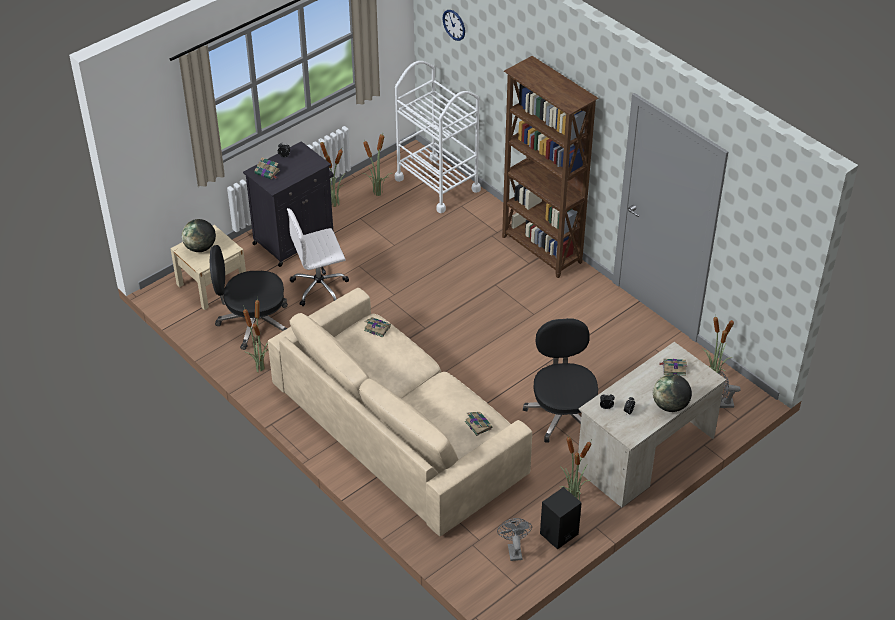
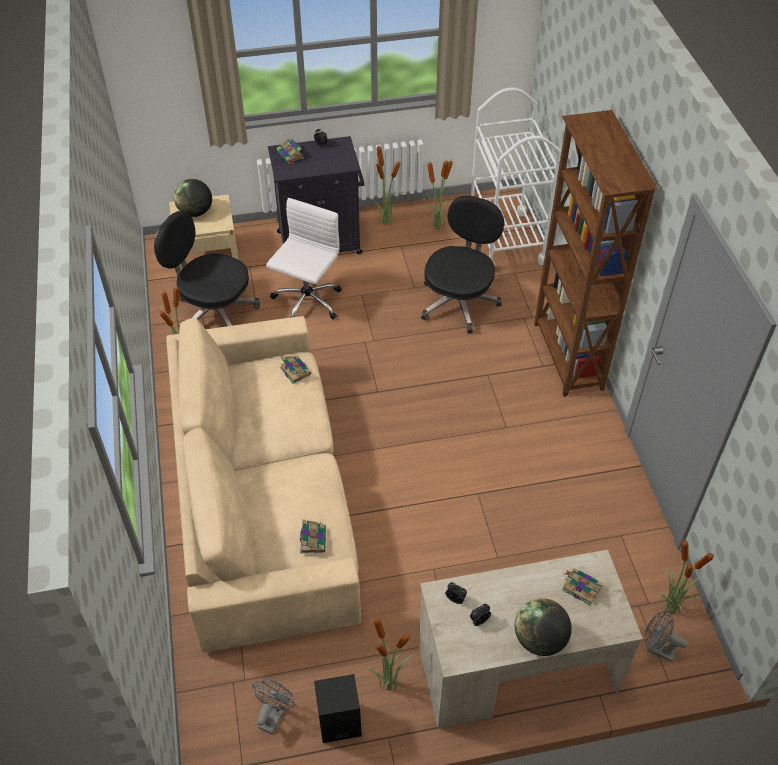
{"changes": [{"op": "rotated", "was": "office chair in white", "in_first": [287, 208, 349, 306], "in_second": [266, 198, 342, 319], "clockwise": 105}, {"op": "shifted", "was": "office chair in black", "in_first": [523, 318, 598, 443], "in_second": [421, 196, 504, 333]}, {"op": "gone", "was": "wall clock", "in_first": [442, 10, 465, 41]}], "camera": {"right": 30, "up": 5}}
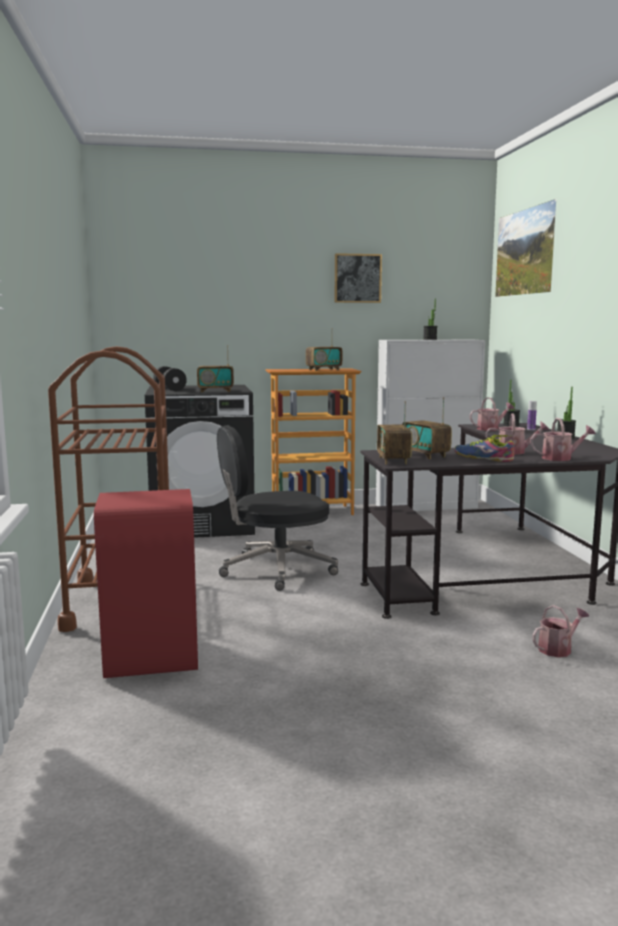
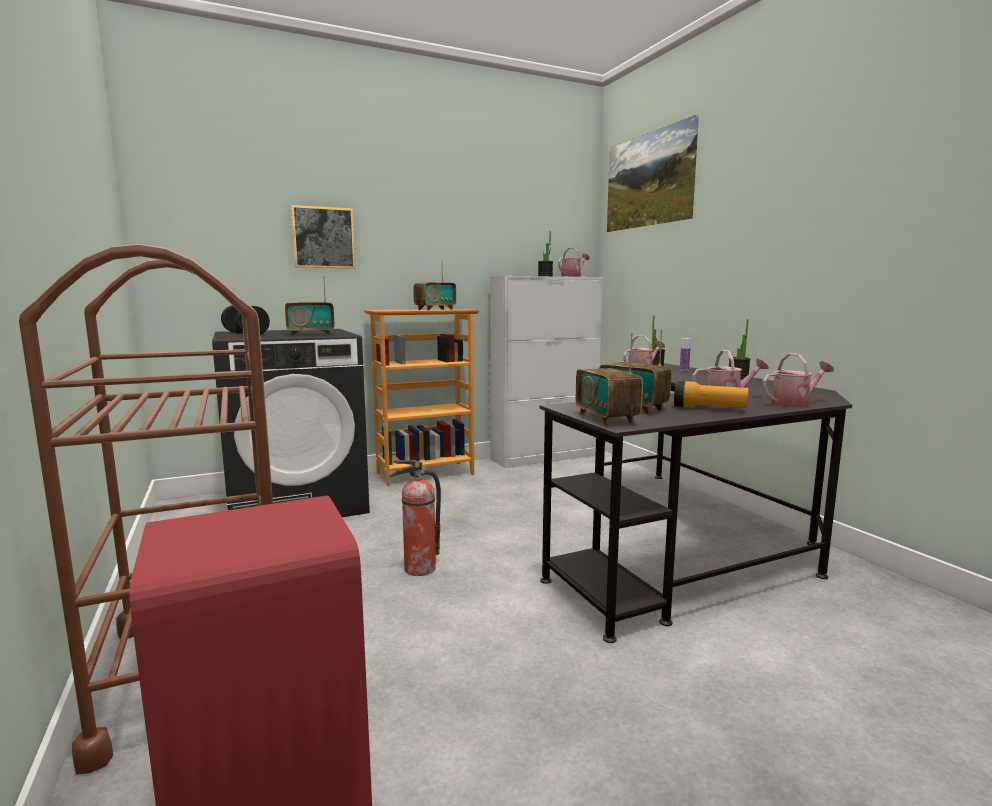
{"changes": [{"op": "shifted", "was": "picture", "in_first": [335, 253, 382, 303], "in_second": [291, 205, 356, 269]}, {"op": "swapped", "was": "office chair in black", "now": "fire extinguisher", "in_first": [217, 425, 338, 591], "in_second": [390, 460, 441, 576]}, {"op": "shifted", "was": "watering can", "in_first": [532, 605, 589, 657], "in_second": [558, 247, 590, 277]}, {"op": "swapped", "was": "shoe", "now": "flashlight", "in_first": [454, 435, 515, 462], "in_second": [674, 381, 749, 408]}], "camera": {"right": -15, "up": 0}}
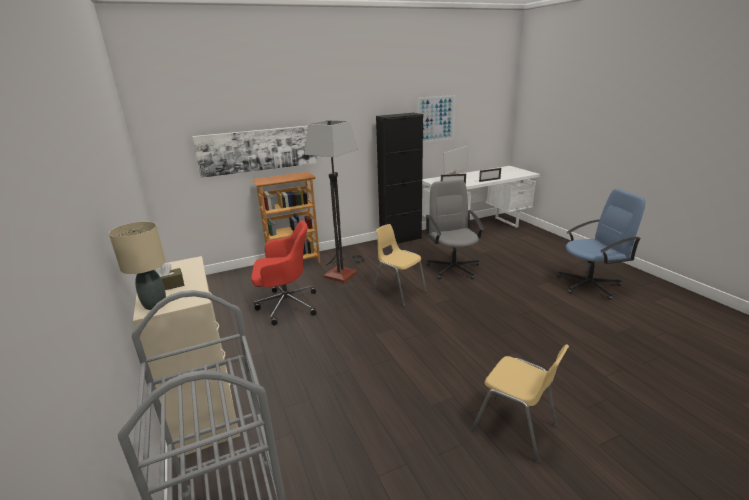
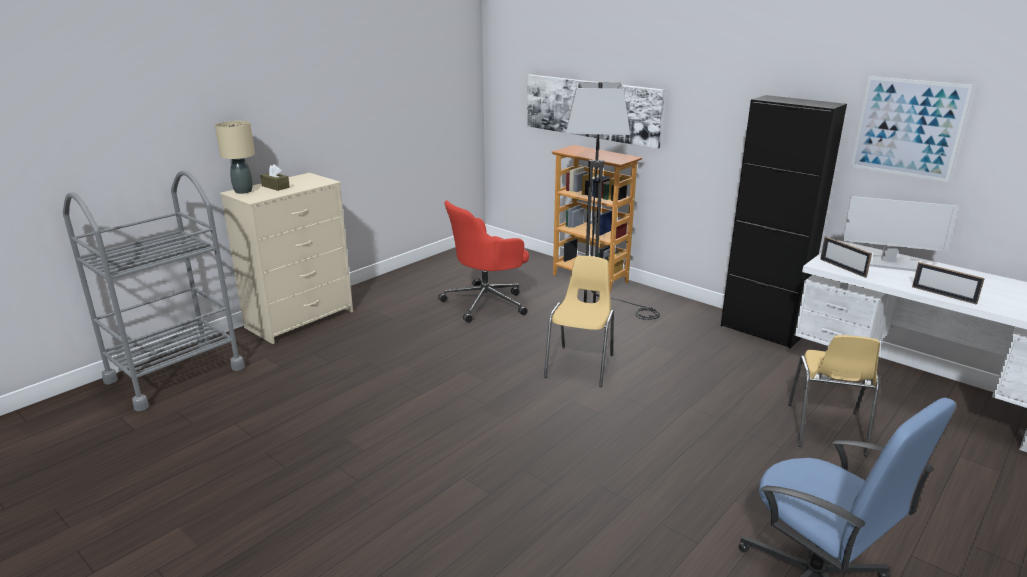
{"changes": [{"op": "rotated", "was": "office chair in red", "in_first": [251, 220, 316, 325], "in_second": [438, 201, 529, 323], "clockwise": 90}, {"op": "shifted", "was": "chair in yellow", "in_first": [471, 344, 569, 463], "in_second": [788, 335, 880, 457]}, {"op": "gone", "was": "office chair in grey", "in_first": [425, 179, 485, 279]}], "camera": {"right": 65, "up": 0}}
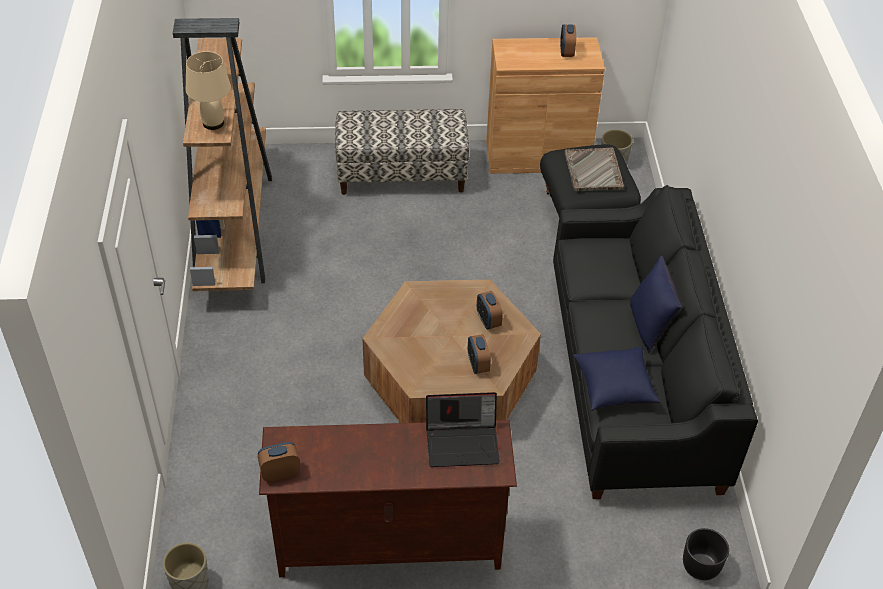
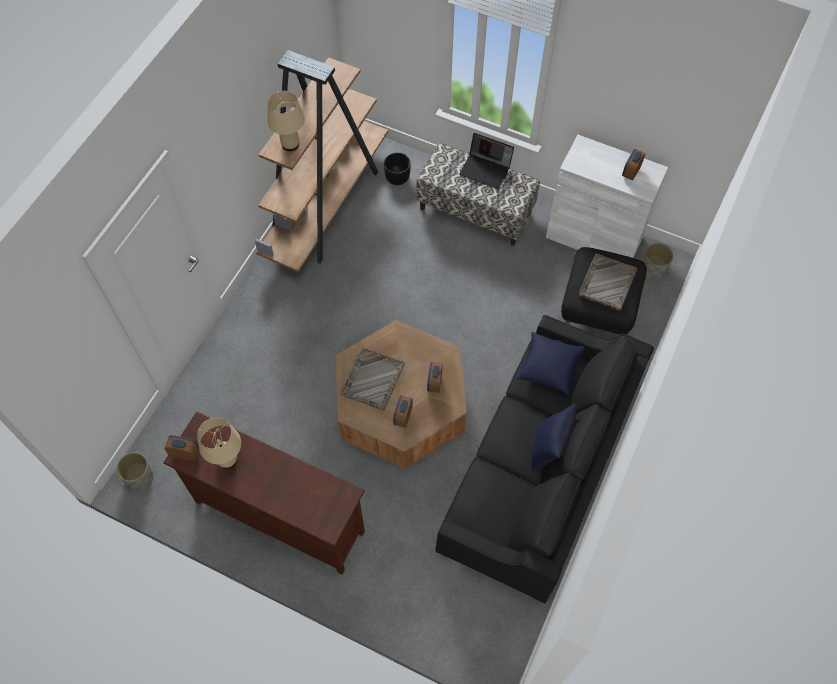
{"changes": [{"op": "new", "now": "table lamp in beige", "in_second": [197, 417, 241, 469]}, {"op": "new", "now": "tray in grey", "in_second": [341, 347, 405, 410]}, {"op": "shifted", "was": "planter in black", "in_first": [683, 528, 729, 580], "in_second": [384, 152, 411, 185]}, {"op": "shifted", "was": "laptop", "in_first": [426, 392, 500, 467], "in_second": [459, 133, 514, 189]}, {"op": "shifted", "was": "pillow in blue", "in_first": [574, 346, 660, 411], "in_second": [516, 331, 586, 395]}, {"op": "repainted", "was": "cabinet in brown", "now": "cabinet in white", "in_first": [486, 37, 605, 174], "in_second": [546, 135, 668, 258]}], "camera": {"right": 30, "up": 15}}
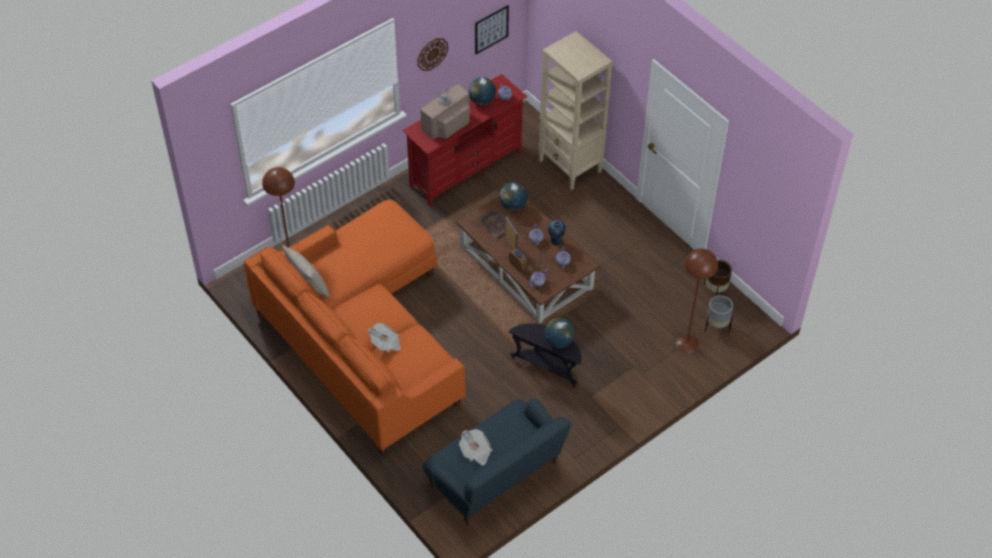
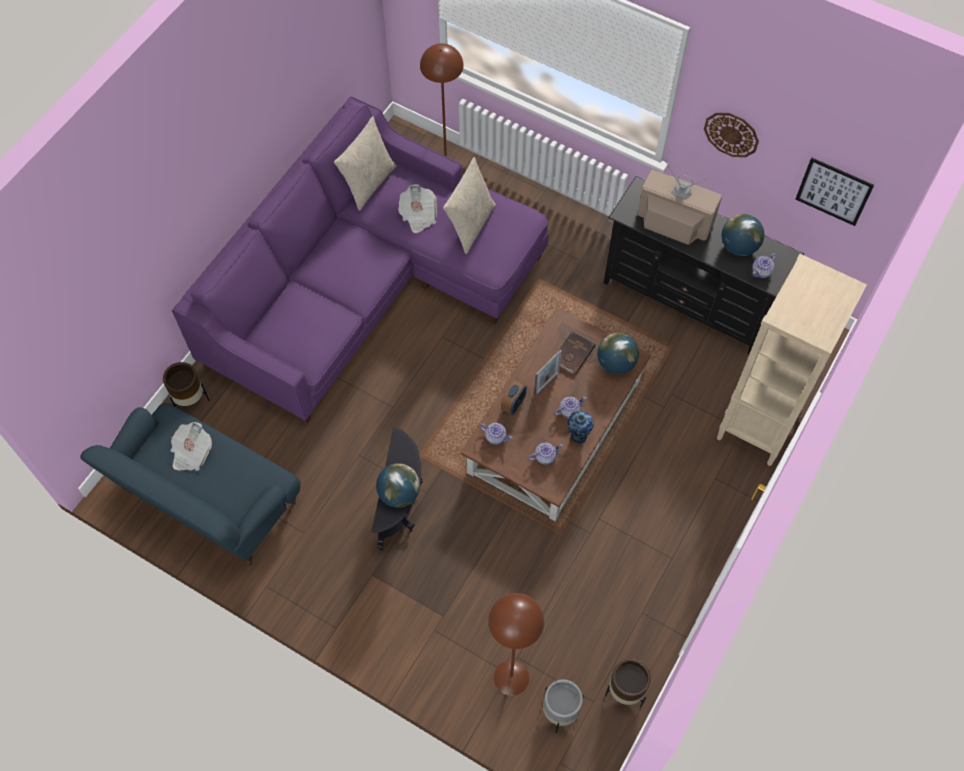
{"changes": [{"op": "new", "now": "planter in brown", "in_second": [163, 362, 209, 407]}, {"op": "repainted", "was": "sofa in orange", "now": "sofa in purple", "in_first": [243, 200, 466, 455], "in_second": [172, 97, 549, 423]}, {"op": "shifted", "was": "newspaper", "in_first": [368, 323, 401, 352], "in_second": [398, 184, 437, 233]}, {"op": "new", "now": "pillow in beige", "in_second": [443, 157, 496, 254]}, {"op": "repainted", "was": "tv stand in red", "now": "tv stand in black", "in_first": [402, 74, 527, 207], "in_second": [604, 176, 804, 354]}], "camera": {"right": 70, "up": 10}}
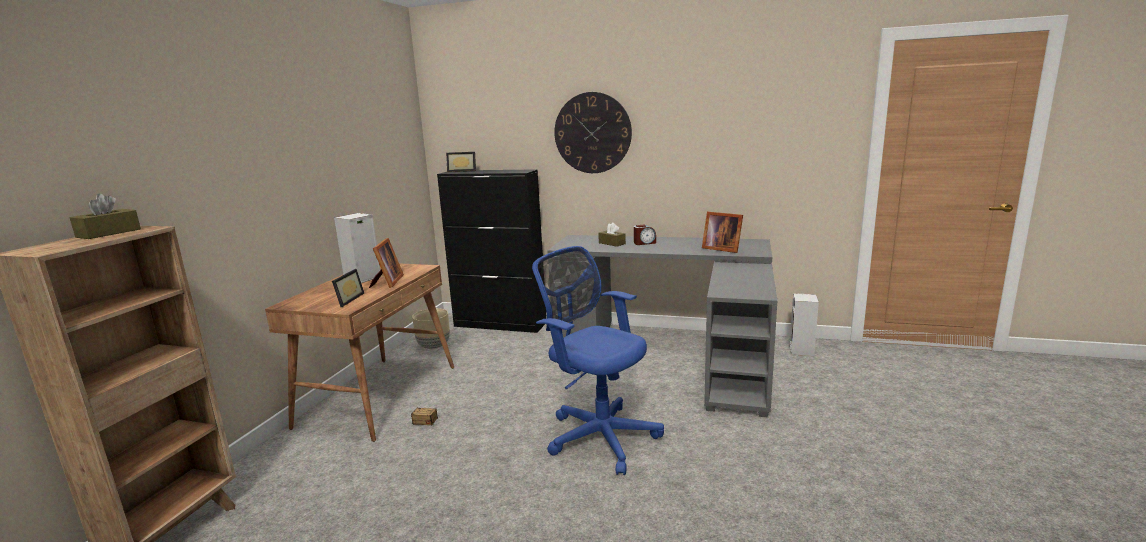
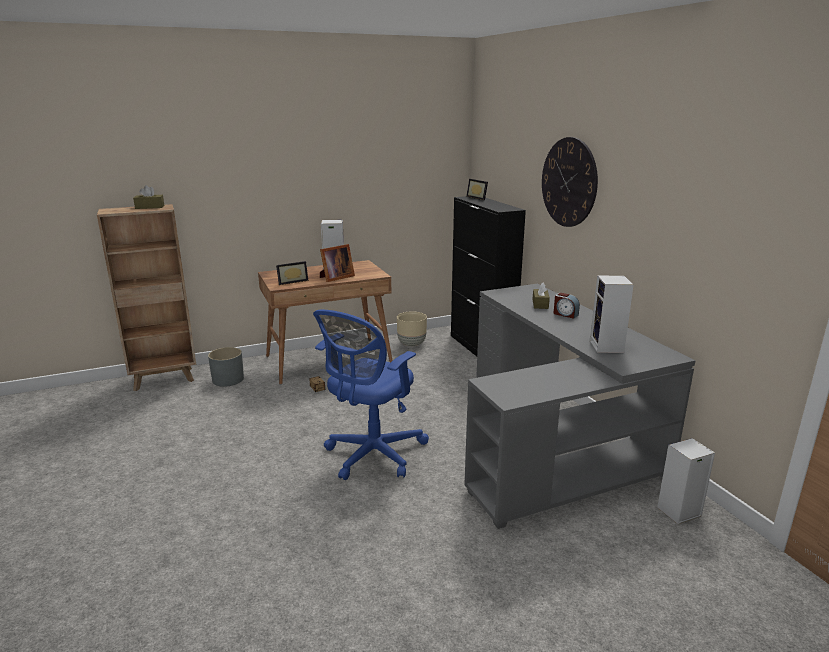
{"changes": [{"op": "new", "now": "planter in grey", "in_second": [208, 347, 244, 387]}, {"op": "rotated", "was": "office chair in blue", "in_first": [532, 246, 664, 475], "in_second": [313, 309, 429, 480], "clockwise": -150}, {"op": "swapped", "was": "picture frame", "now": "speaker", "in_first": [702, 212, 743, 253], "in_second": [590, 276, 634, 353]}], "camera": {"right": 50, "up": 5}}
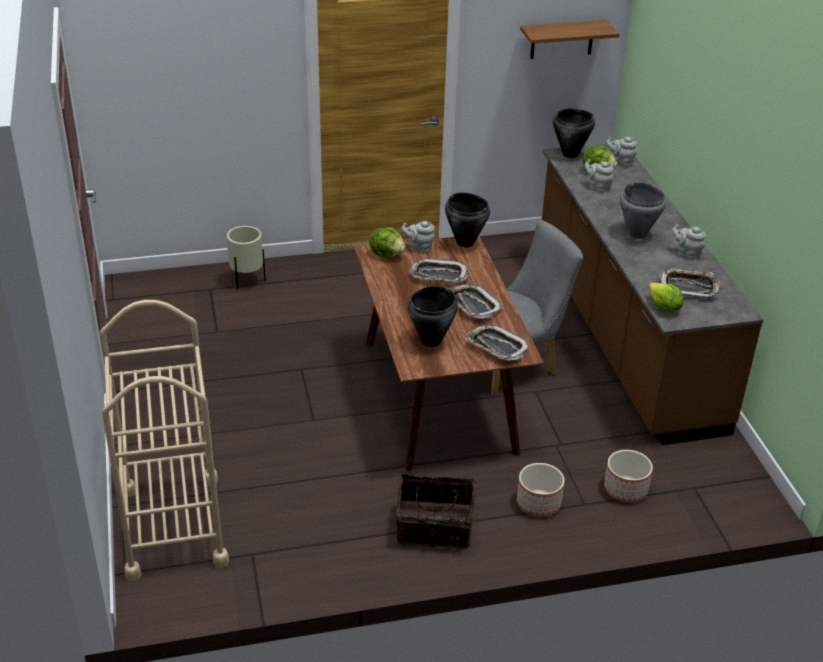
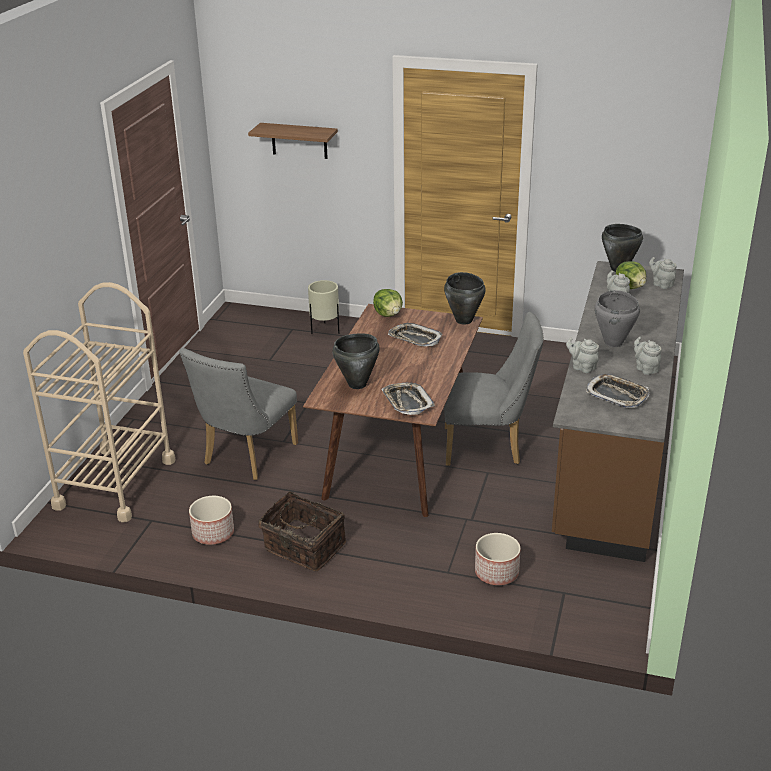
{"changes": [{"op": "new", "now": "chair in grey", "in_second": [180, 348, 298, 480]}, {"op": "shifted", "was": "planter", "in_first": [517, 463, 565, 517], "in_second": [189, 496, 234, 545]}, {"op": "shifted", "was": "shelf", "in_first": [520, 20, 620, 59], "in_second": [248, 123, 338, 159]}, {"op": "shifted", "was": "teapot in grey", "in_first": [401, 221, 435, 253], "in_second": [566, 337, 599, 373]}, {"op": "gone", "was": "tray", "in_first": [449, 284, 503, 319]}, {"op": "gone", "was": "lettuce", "in_first": [649, 282, 683, 313]}], "camera": {"right": 30, "up": -5}}
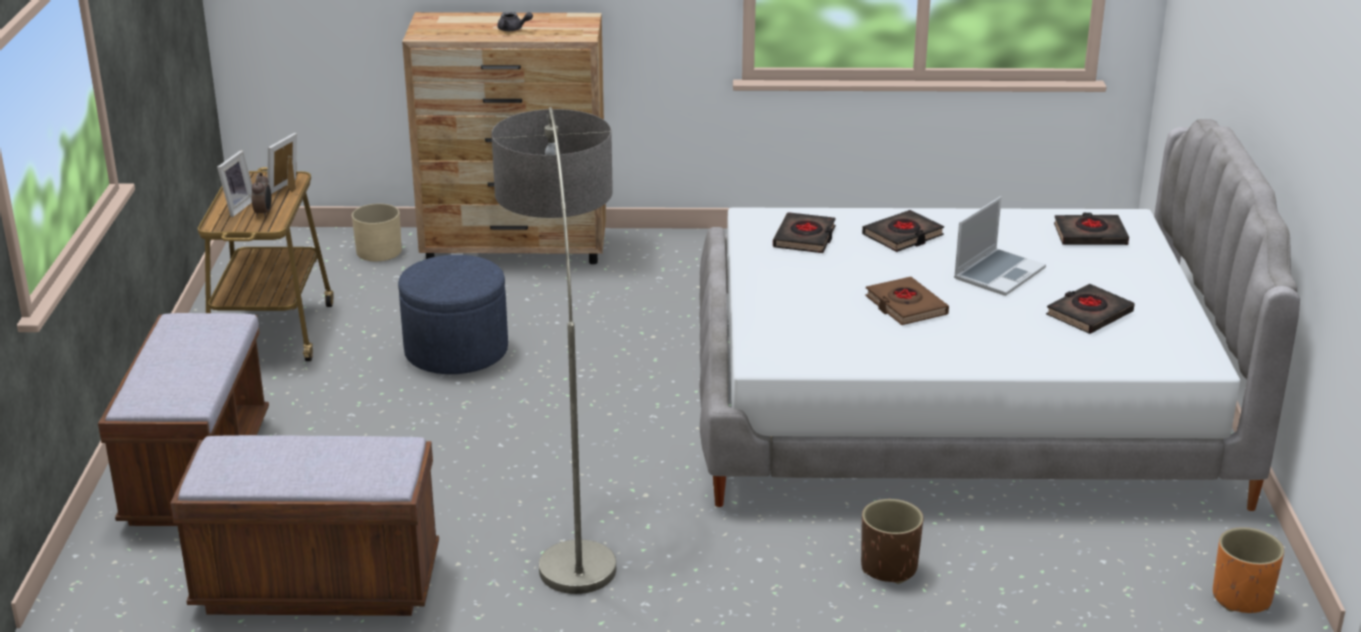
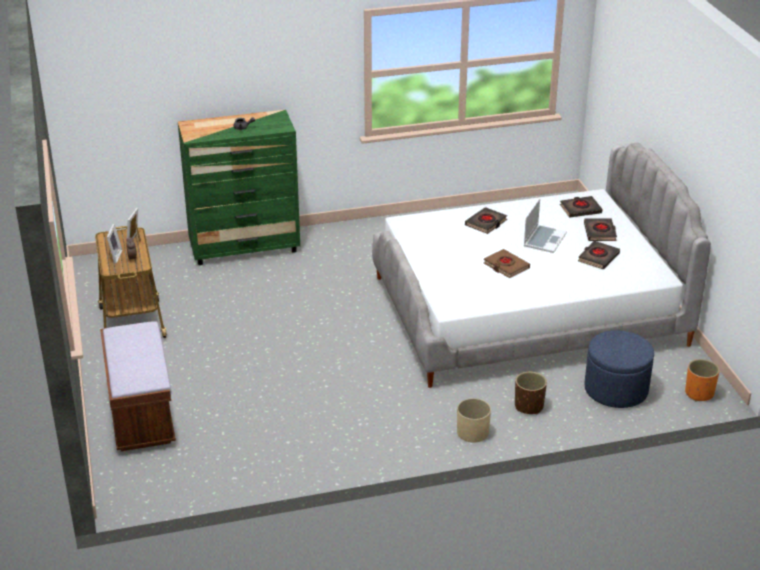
{"changes": [{"op": "repainted", "was": "dresser in brown", "now": "dresser in green", "in_first": [402, 12, 606, 264], "in_second": [178, 110, 300, 265]}, {"op": "shifted", "was": "planter in beige", "in_first": [352, 203, 402, 261], "in_second": [457, 398, 491, 442]}, {"op": "shifted", "was": "book in black", "in_first": [773, 212, 836, 253], "in_second": [584, 218, 617, 241]}, {"op": "shifted", "was": "ottoman in blue", "in_first": [398, 255, 508, 374], "in_second": [585, 330, 654, 408]}, {"op": "gone", "was": "bench in brown", "in_first": [170, 435, 439, 616]}, {"op": "gone", "was": "floor lamp", "in_first": [491, 107, 616, 594]}], "camera": {"right": -15, "up": 5}}
